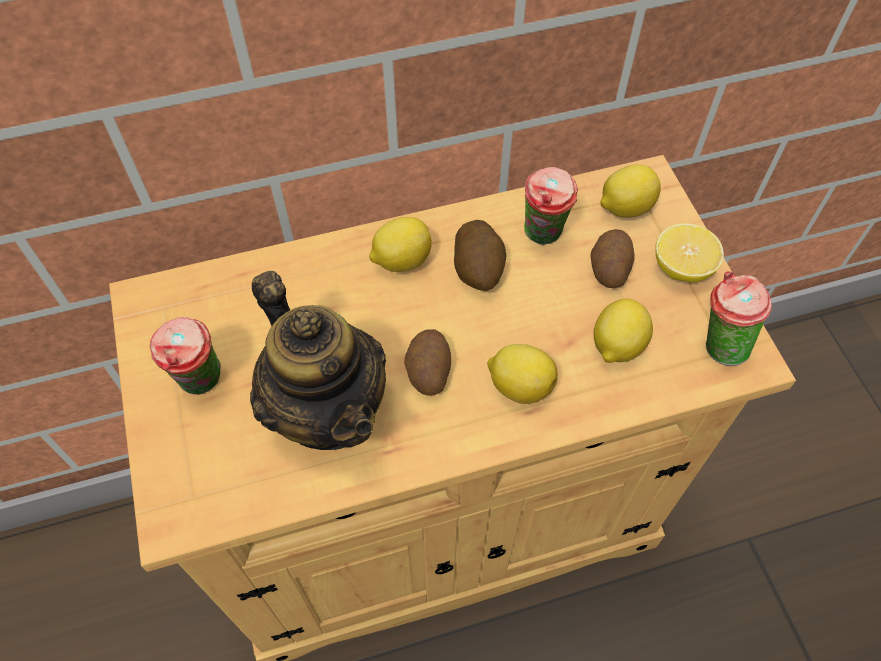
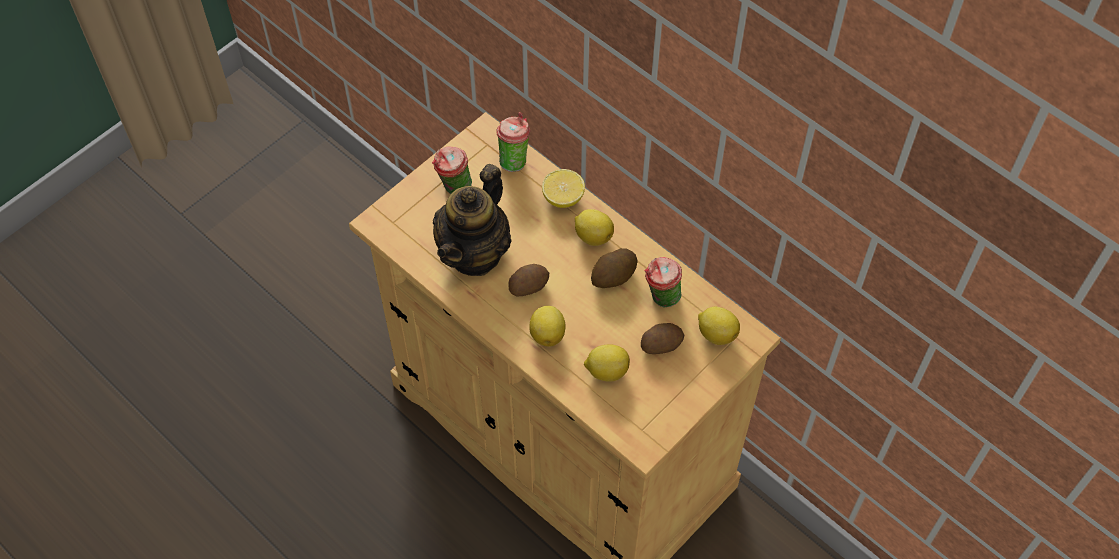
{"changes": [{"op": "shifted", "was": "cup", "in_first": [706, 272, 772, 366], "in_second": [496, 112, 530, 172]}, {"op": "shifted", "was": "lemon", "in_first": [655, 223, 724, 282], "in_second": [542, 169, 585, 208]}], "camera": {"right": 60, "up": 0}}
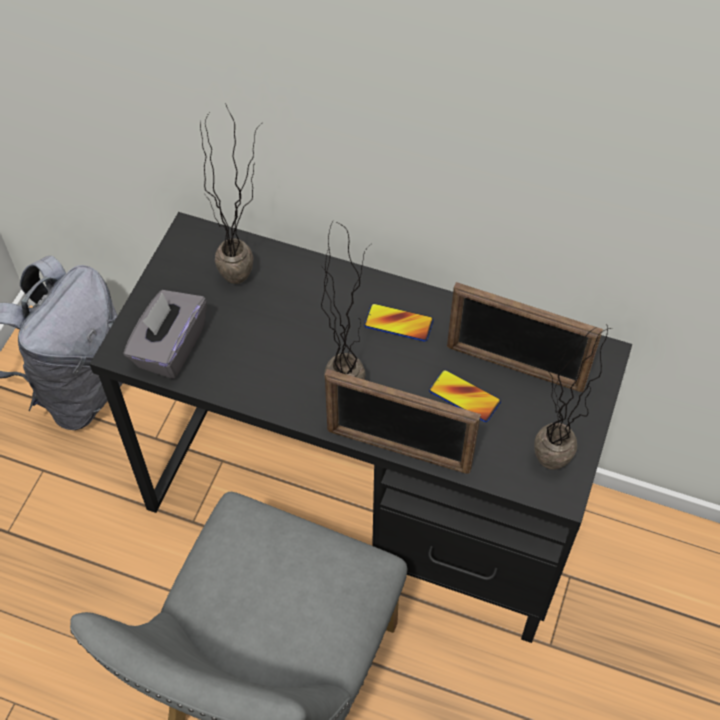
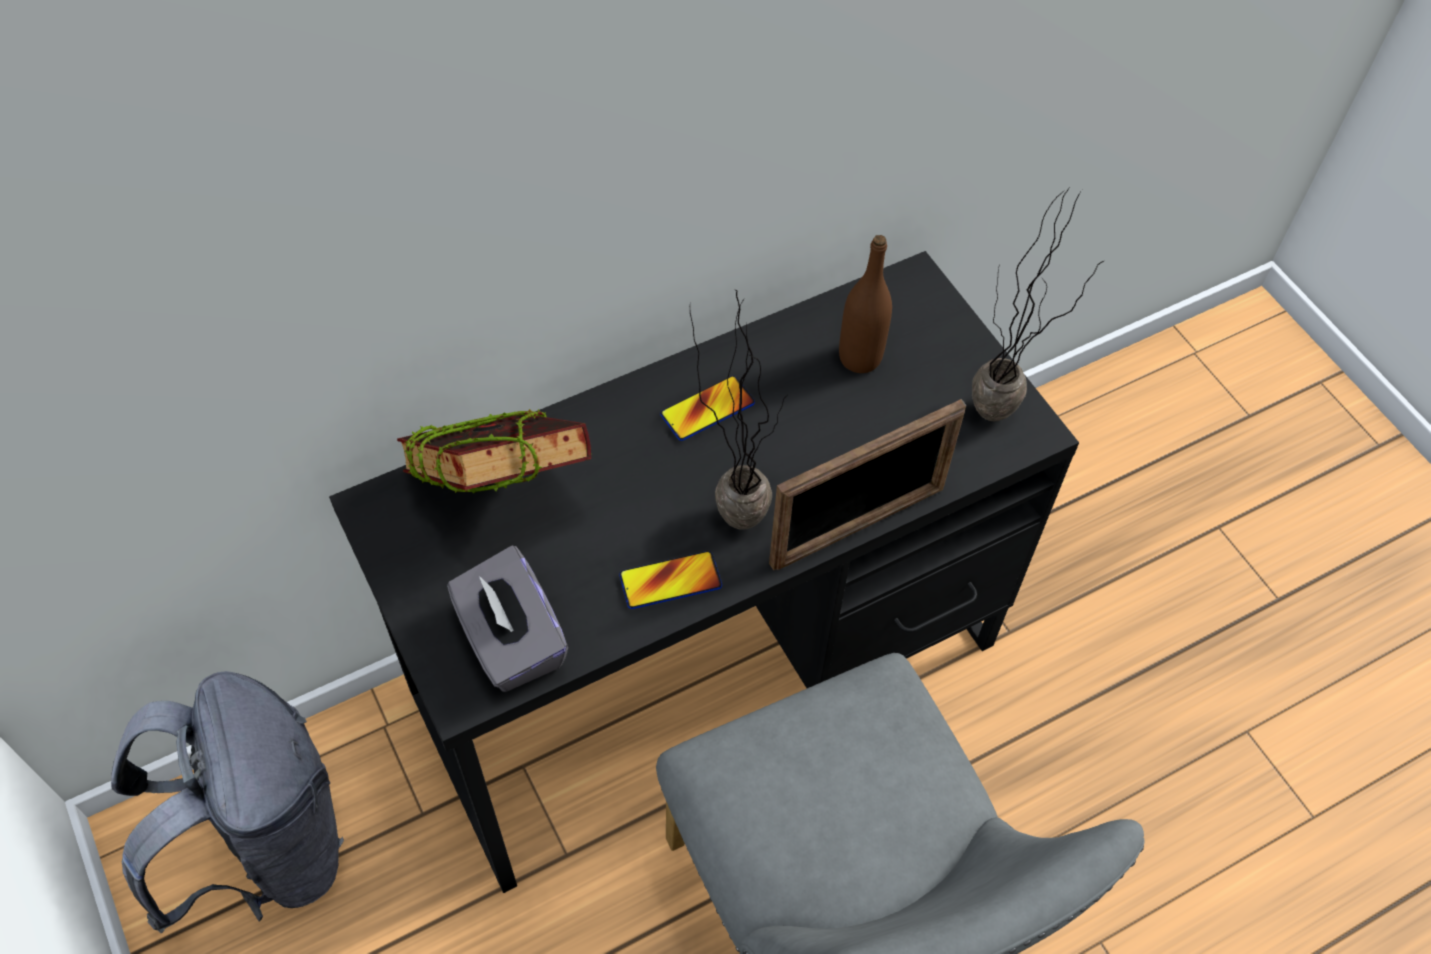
{"changes": [{"op": "swapped", "was": "potted plant", "now": "book", "in_first": [200, 103, 261, 284], "in_second": [397, 409, 591, 494]}, {"op": "shifted", "was": "phone", "in_first": [429, 370, 501, 422], "in_second": [619, 551, 722, 609]}, {"op": "swapped", "was": "picture frame", "now": "bottle in brown", "in_first": [447, 282, 603, 392], "in_second": [839, 235, 892, 373]}], "camera": {"right": -50, "up": 0}}
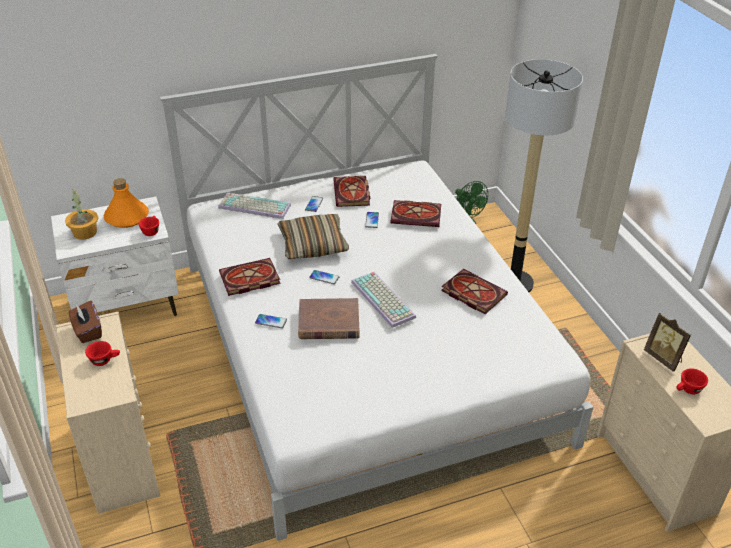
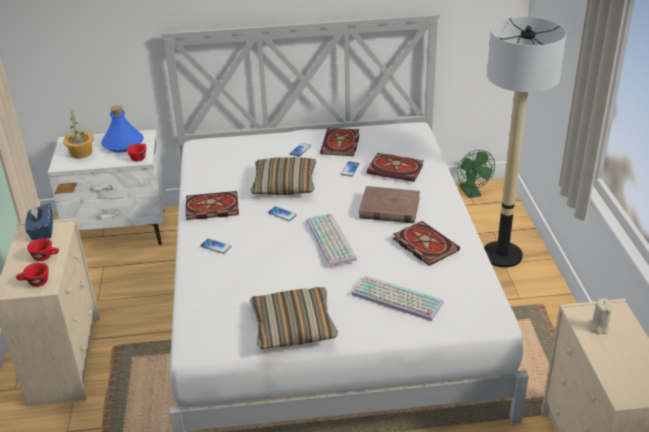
{"changes": [{"op": "shifted", "was": "cup in red", "in_first": [676, 368, 708, 394], "in_second": [16, 263, 49, 287]}, {"op": "repainted", "was": "tissue box in brown", "now": "tissue box in blue", "in_first": [69, 301, 102, 343], "in_second": [25, 203, 53, 240]}, {"op": "repainted", "was": "bottle in orange", "now": "bottle in blue", "in_first": [104, 178, 149, 228], "in_second": [101, 105, 143, 153]}, {"op": "new", "now": "pillow", "in_second": [250, 287, 338, 349]}, {"op": "shifted", "was": "keyboard", "in_first": [218, 193, 291, 219], "in_second": [352, 275, 444, 321]}, {"op": "shifted", "was": "book in brown", "in_first": [298, 298, 360, 339], "in_second": [359, 186, 420, 223]}, {"op": "swapped", "was": "picture frame", "now": "candle in beige", "in_first": [644, 313, 691, 372], "in_second": [589, 298, 612, 334]}], "camera": {"right": 15, "up": -5}}
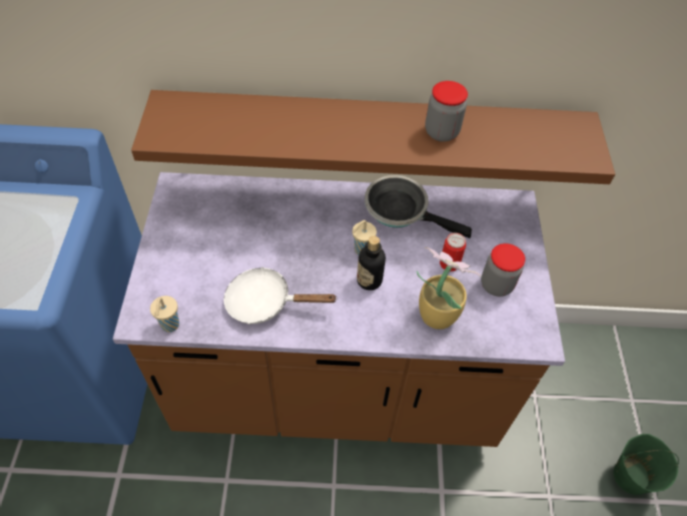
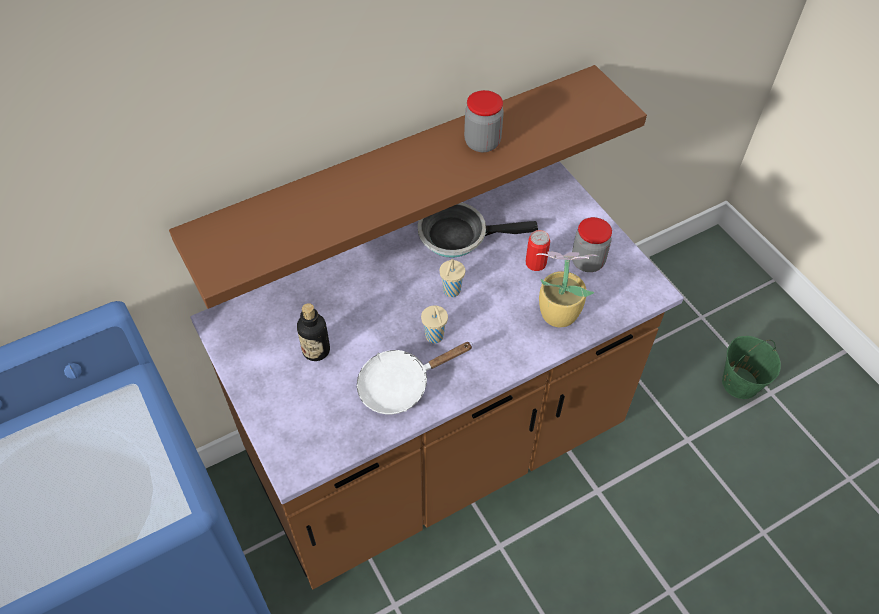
{"changes": [{"op": "shifted", "was": "bottle", "in_first": [357, 236, 386, 290], "in_second": [297, 303, 330, 361]}, {"op": "shifted", "was": "cup in beige", "in_first": [150, 296, 179, 332], "in_second": [421, 306, 448, 343]}], "camera": {"right": -30, "up": 0}}
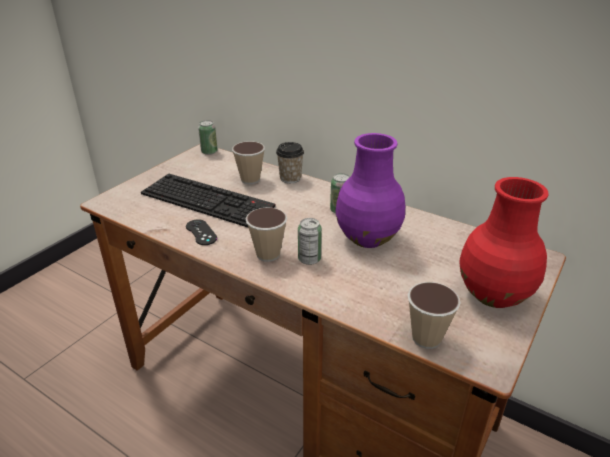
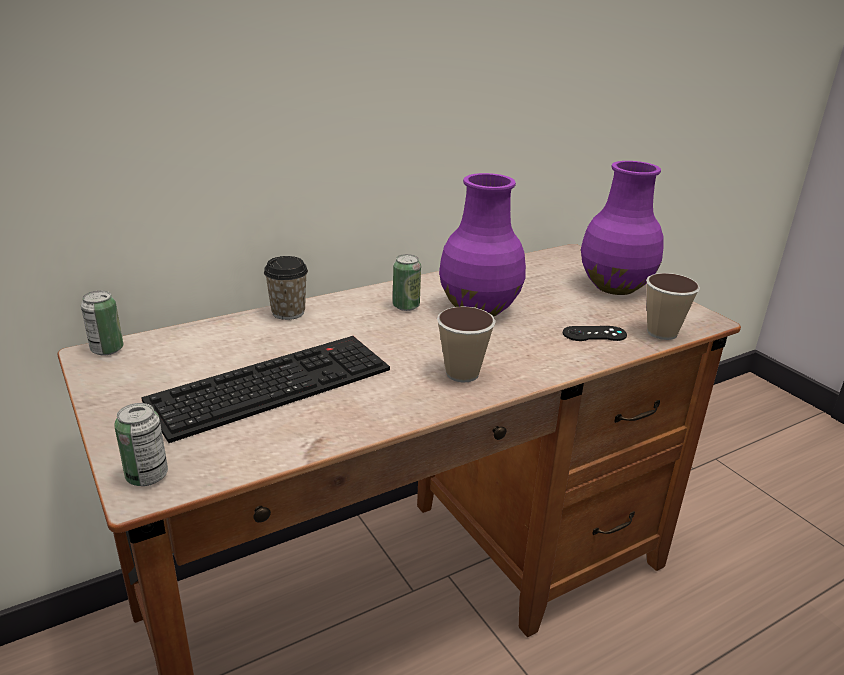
{"changes": [{"op": "shifted", "was": "can", "in_first": [298, 218, 322, 265], "in_second": [114, 403, 168, 486]}, {"op": "shifted", "was": "game controller in black", "in_first": [186, 219, 217, 245], "in_second": [563, 326, 627, 341]}, {"op": "repainted", "was": "vase in red", "now": "vase in purple", "in_first": [459, 177, 549, 308], "in_second": [581, 161, 663, 295]}, {"op": "gone", "was": "cup", "in_first": [232, 141, 265, 184]}], "camera": {"right": -65, "up": -5}}
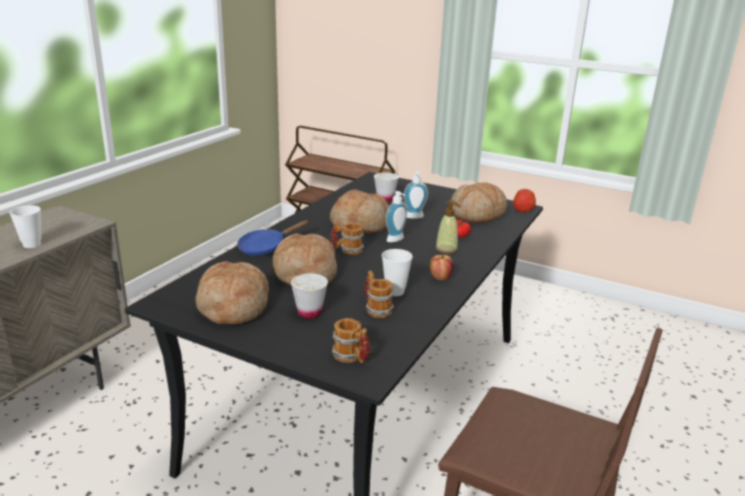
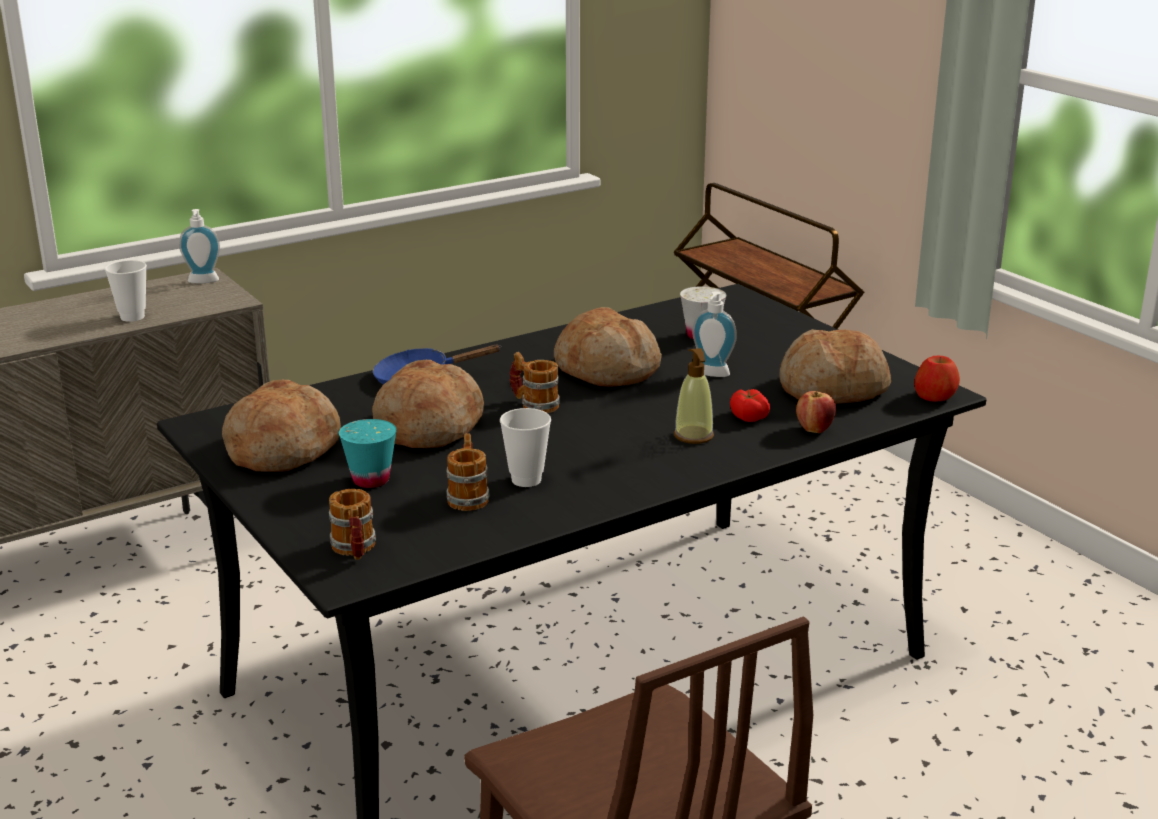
{"changes": [{"op": "shifted", "was": "soap dispenser", "in_first": [386, 191, 407, 242], "in_second": [179, 209, 220, 283]}, {"op": "repainted", "was": "cup in white", "now": "cup in turquoise", "in_first": [291, 274, 328, 318], "in_second": [339, 419, 397, 488]}, {"op": "shifted", "was": "apple", "in_first": [430, 255, 454, 280], "in_second": [796, 391, 836, 433]}], "camera": {"right": 30, "up": 0}}
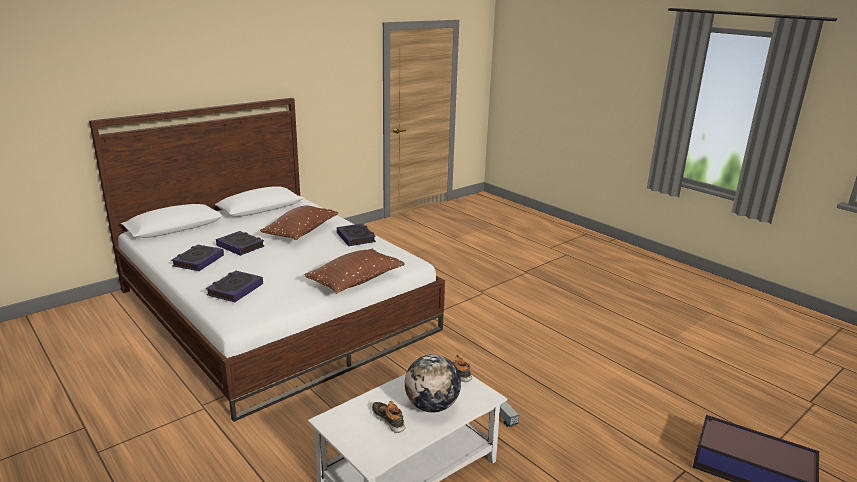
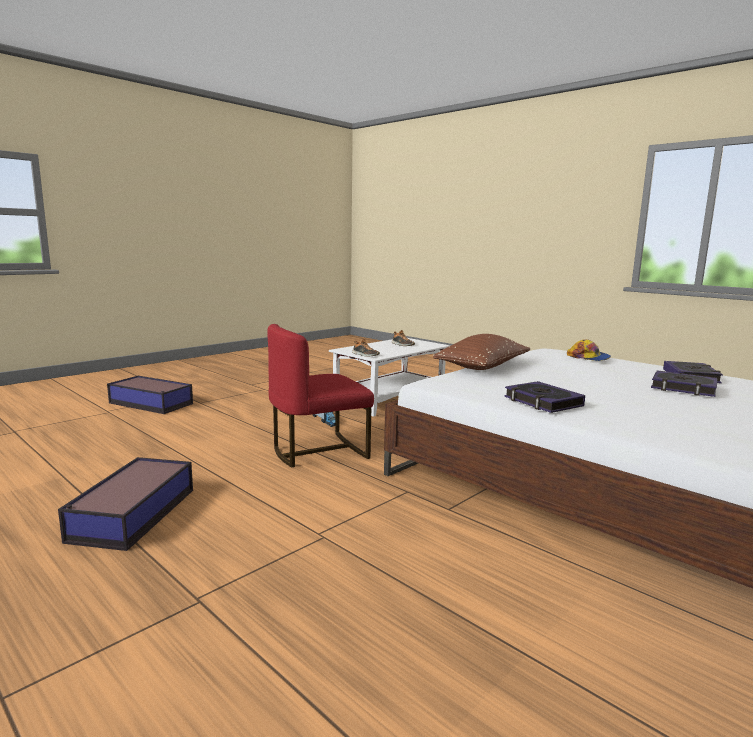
{"changes": [{"op": "new", "now": "storage box", "in_second": [58, 457, 193, 551]}, {"op": "new", "now": "chair in red", "in_second": [267, 324, 374, 467]}, {"op": "swapped", "was": "book", "now": "cap", "in_first": [206, 270, 263, 302], "in_second": [567, 339, 611, 361]}, {"op": "gone", "was": "pillow in brown", "in_first": [260, 205, 338, 240]}, {"op": "gone", "was": "globe", "in_first": [405, 354, 461, 413]}], "camera": {"right": 175, "up": -10}}
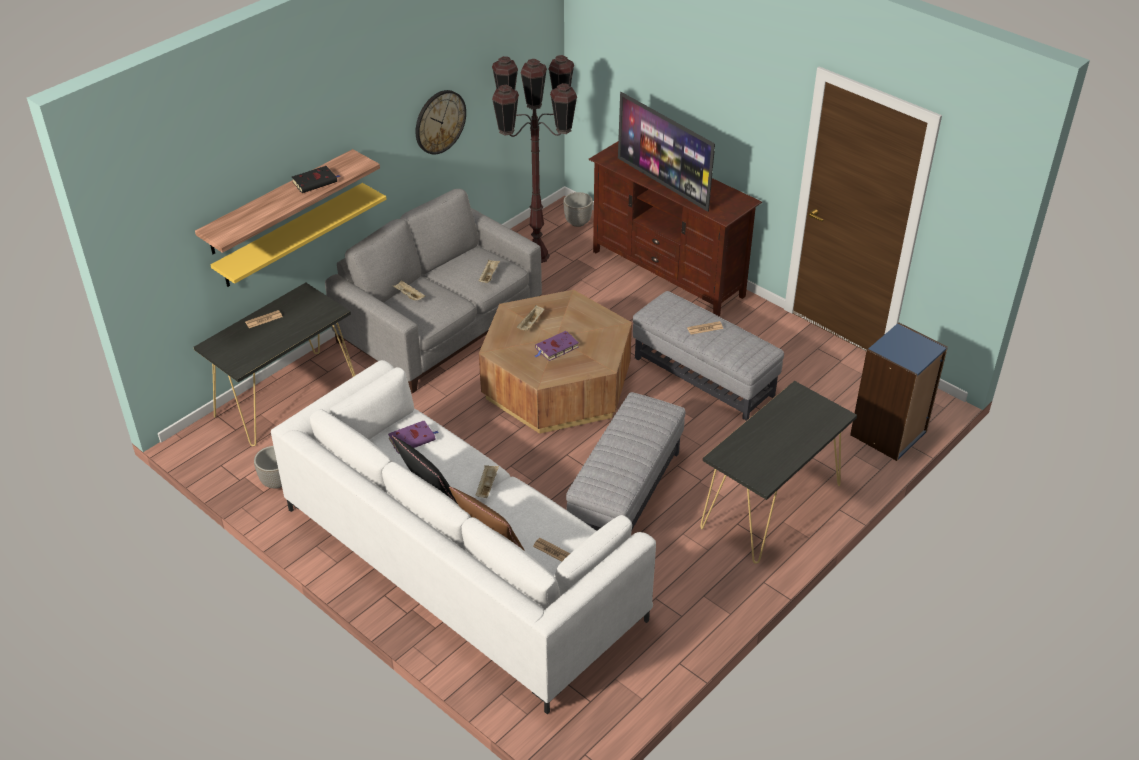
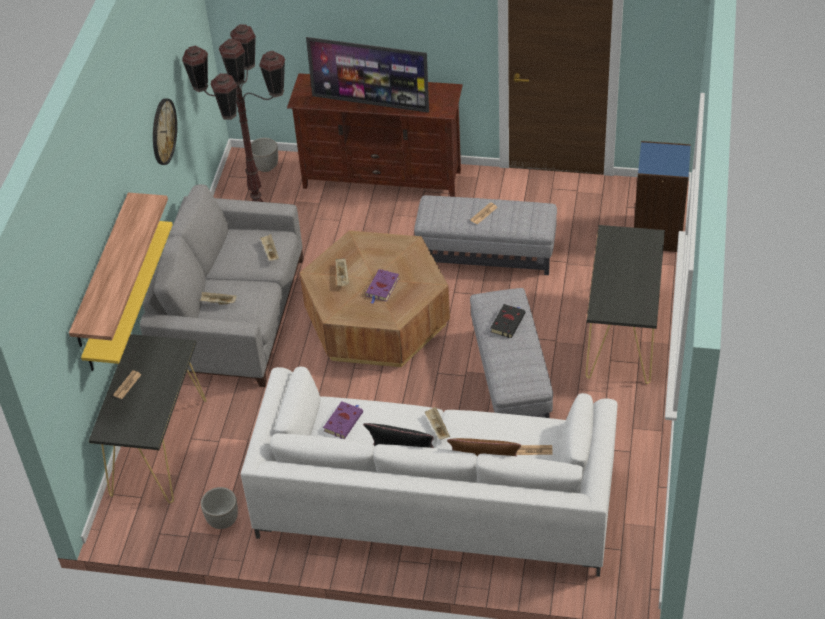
{"changes": [{"op": "shifted", "was": "book in black", "in_first": [292, 166, 340, 193], "in_second": [491, 304, 526, 338]}], "camera": {"right": -30, "up": 5}}
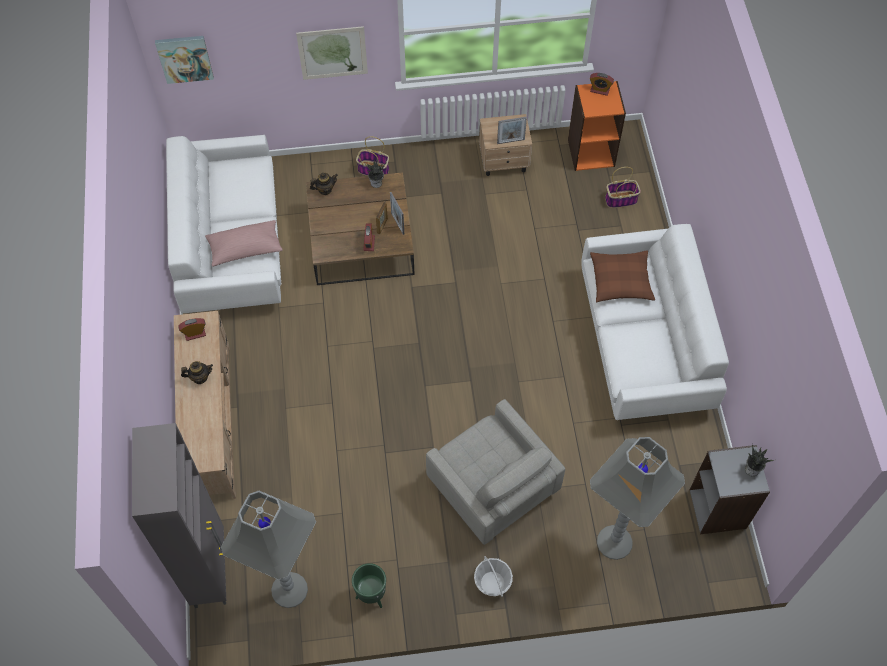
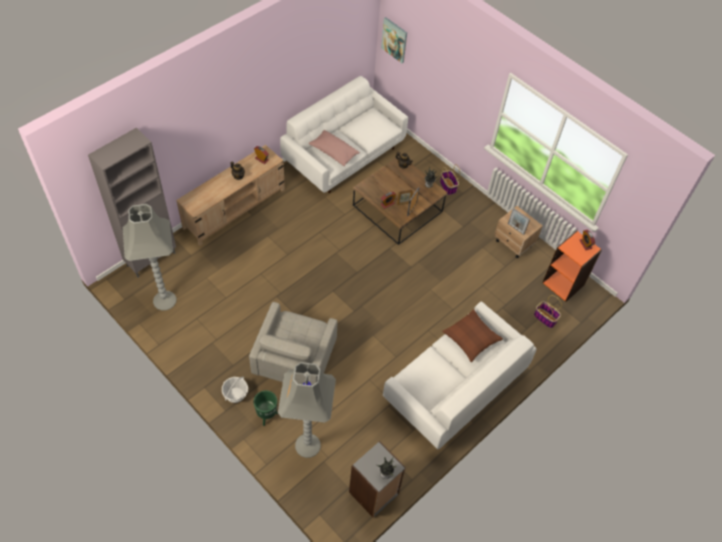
{"changes": [{"op": "shifted", "was": "planter in green", "in_first": [352, 563, 386, 608], "in_second": [253, 390, 278, 426]}, {"op": "gone", "was": "picture", "in_first": [296, 26, 368, 80]}], "camera": {"right": 50, "up": -5}}
